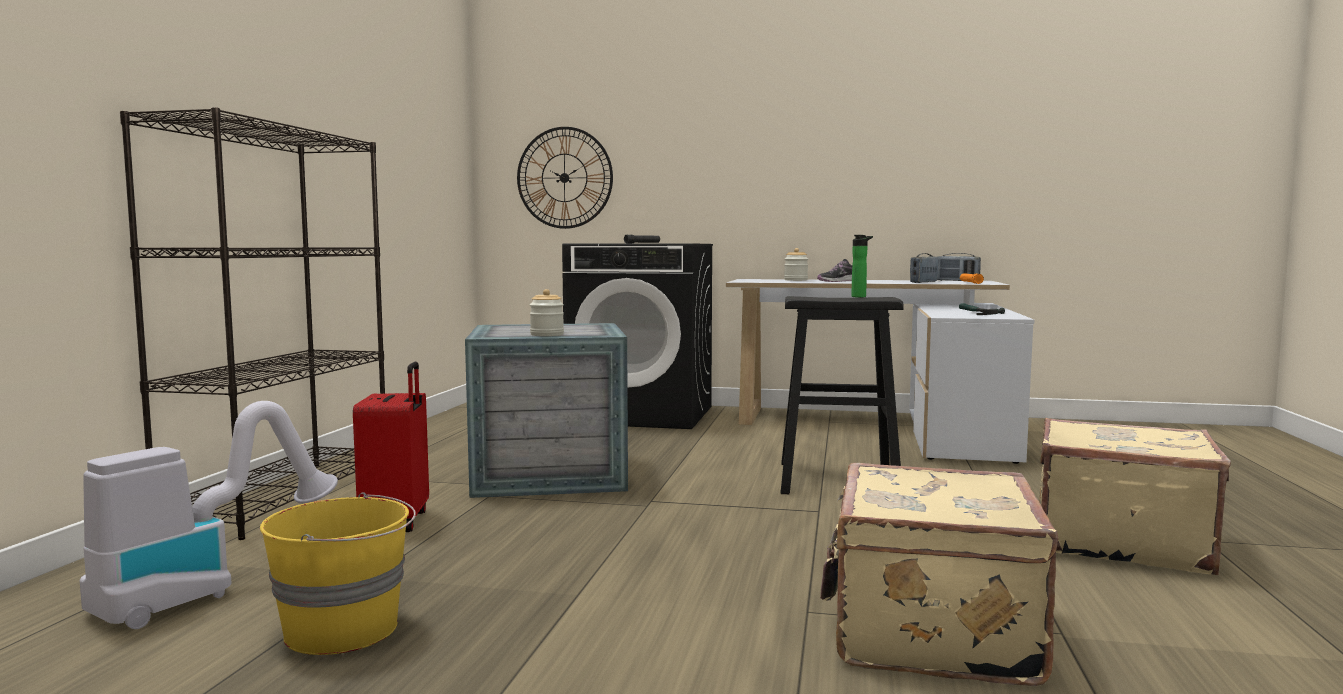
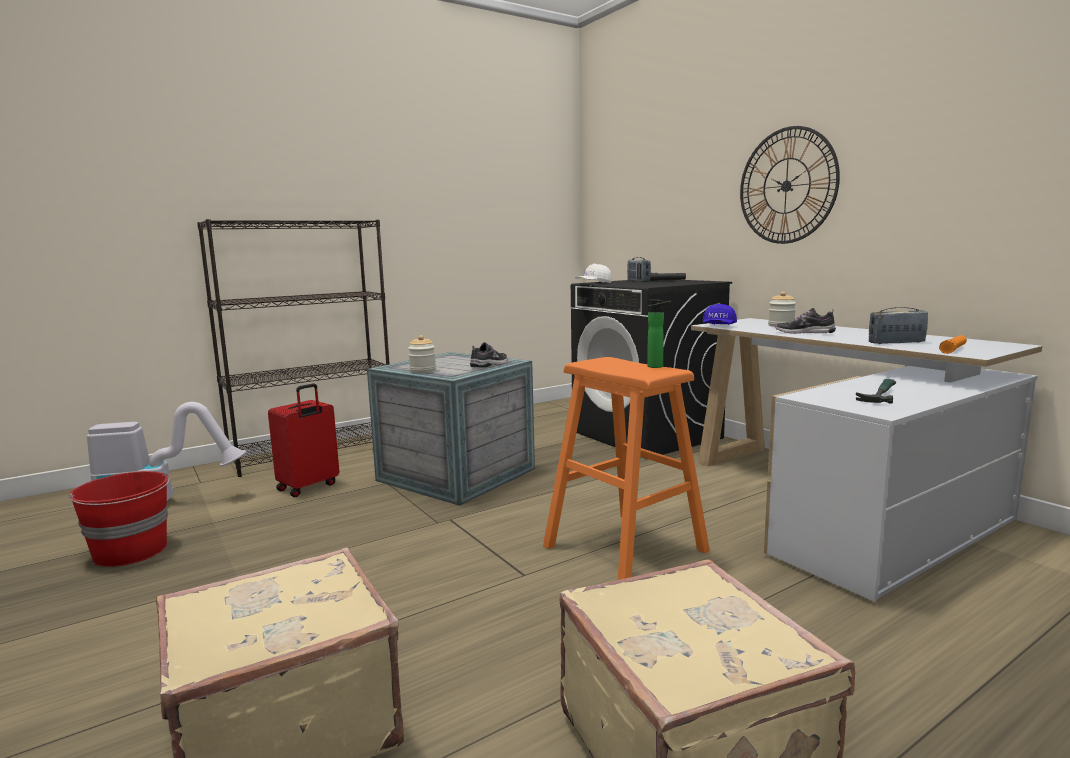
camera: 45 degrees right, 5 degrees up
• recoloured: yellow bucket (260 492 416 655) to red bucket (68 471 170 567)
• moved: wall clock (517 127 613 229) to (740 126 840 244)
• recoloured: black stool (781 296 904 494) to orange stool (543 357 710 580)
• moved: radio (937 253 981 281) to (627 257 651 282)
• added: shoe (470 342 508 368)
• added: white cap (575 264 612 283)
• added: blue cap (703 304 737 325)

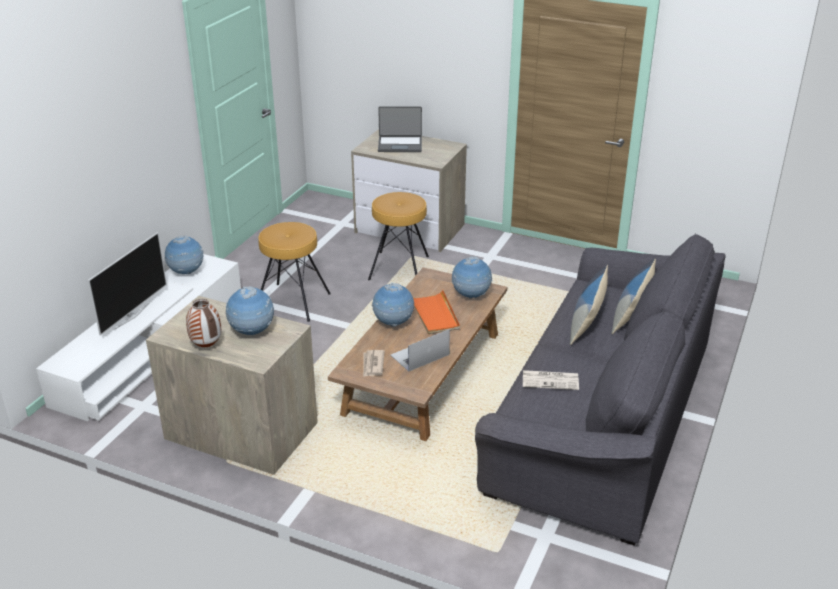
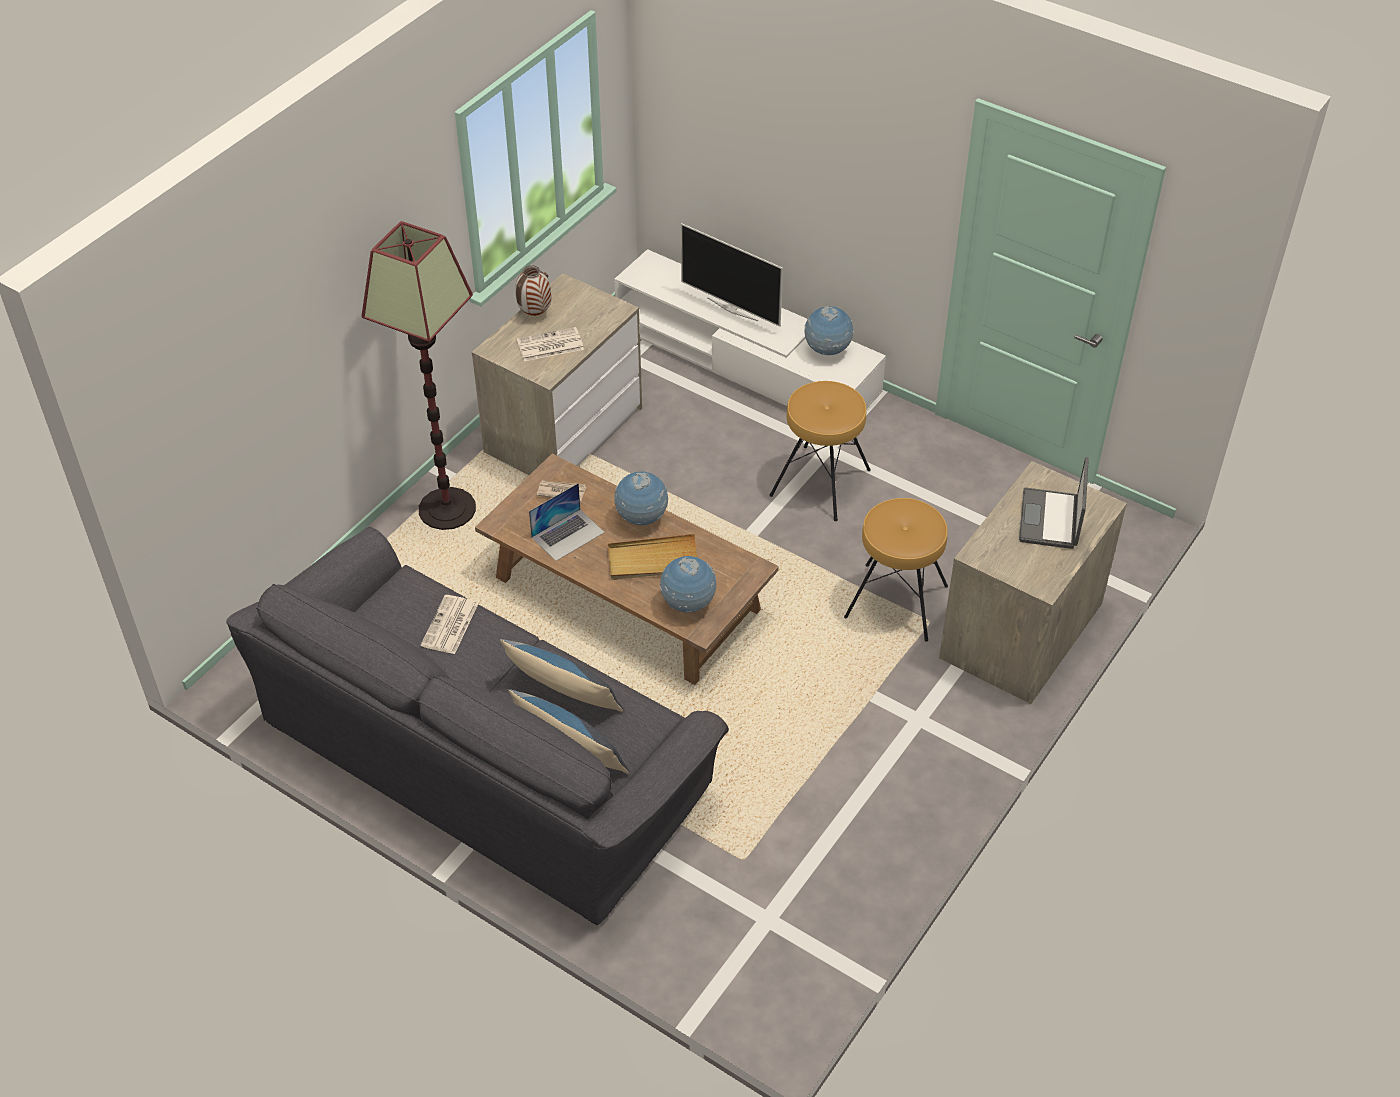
camera: 100 degrees right, 15 degrees up
• replaced: globe (226 286 274 335) to newspaper (517 327 584 361)
• turned: laptop (391 329 450 371) = (529 483 605 561) 75 degrees clockwise
• recoloured: orange tray (413 290 460 334) to beige tray (608 534 697 580)
• added: floor lamp (362 221 476 530)

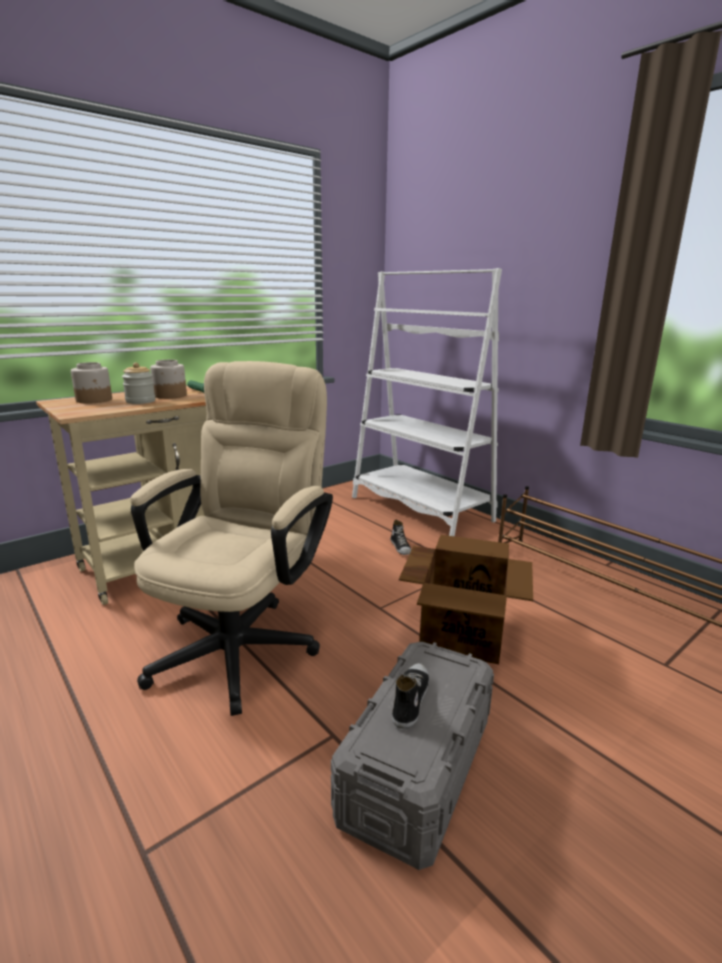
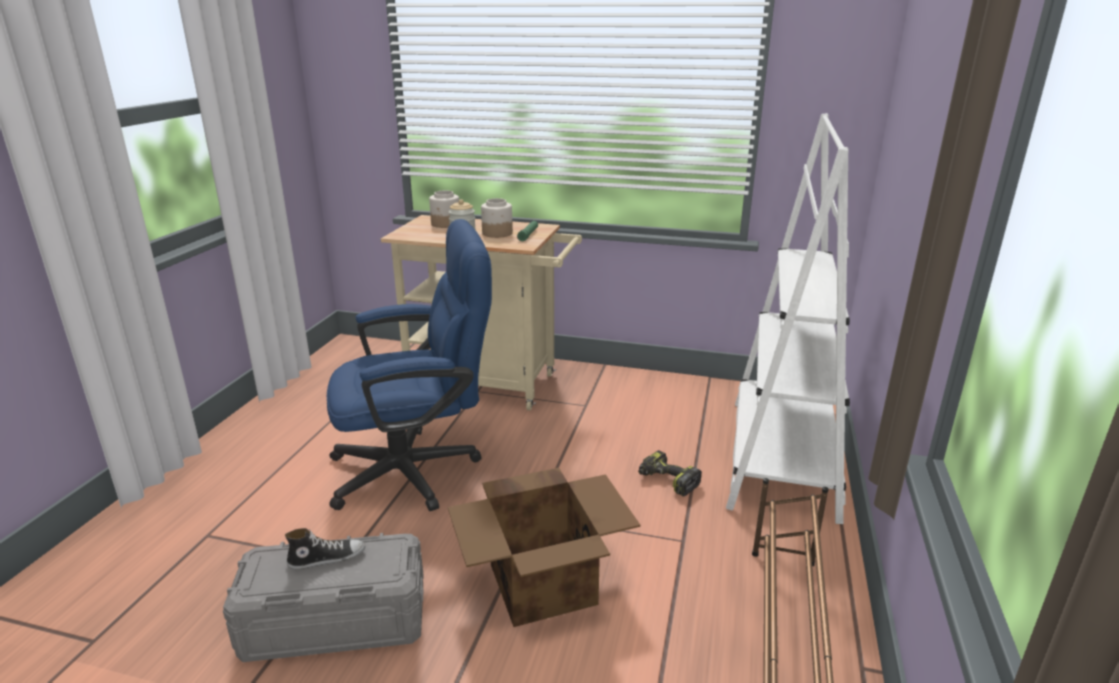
camera: 55 degrees right, 5 degrees up
• recoloured: beige office chair (131 361 333 716) to blue office chair (327 219 492 511)
• replaced: shoe (390 520 412 555) to power drill (638 450 702 496)

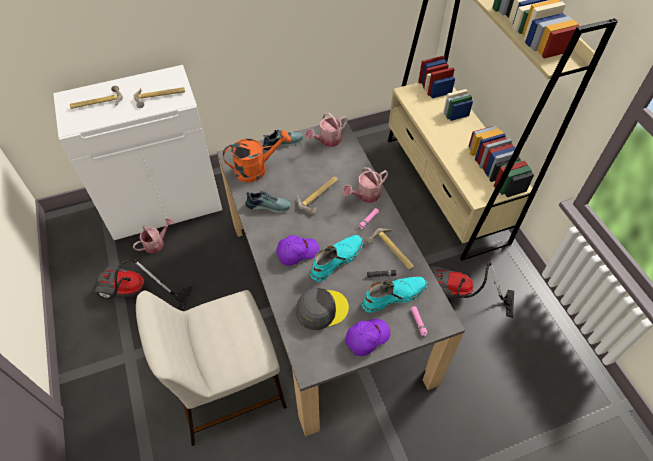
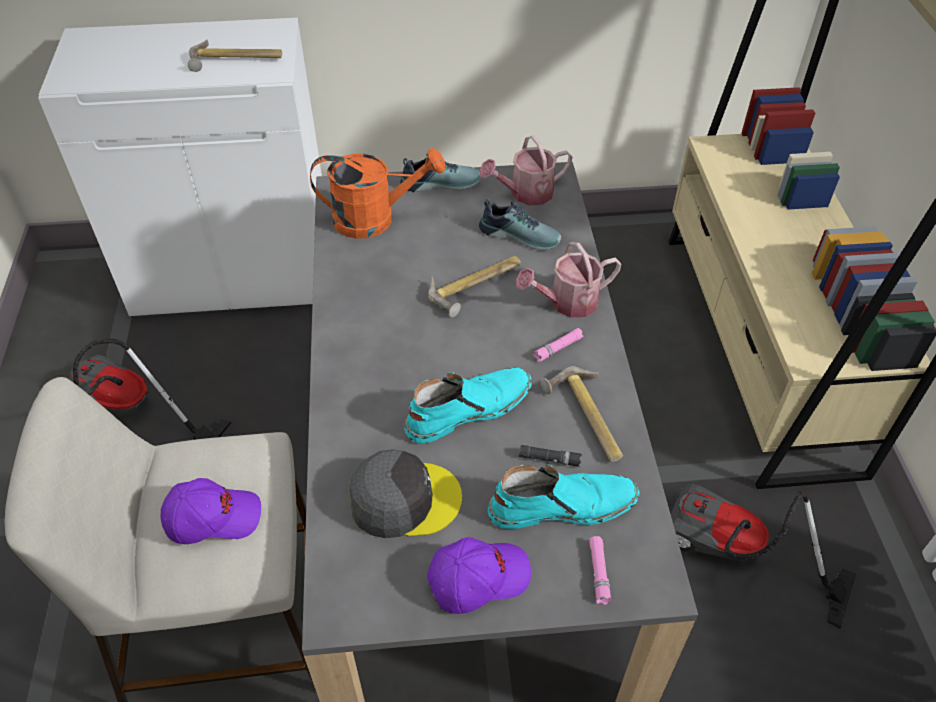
camera: 15 degrees right, 5 degrees down
• removed: hammer (70 85 123 109)
• removed: watering can (133 219 173 253)
• moved: shoe (246 191 291 213) to (479 199 561 250)
• moved: purple cap (276 235 319 266) to (160 478 261 544)

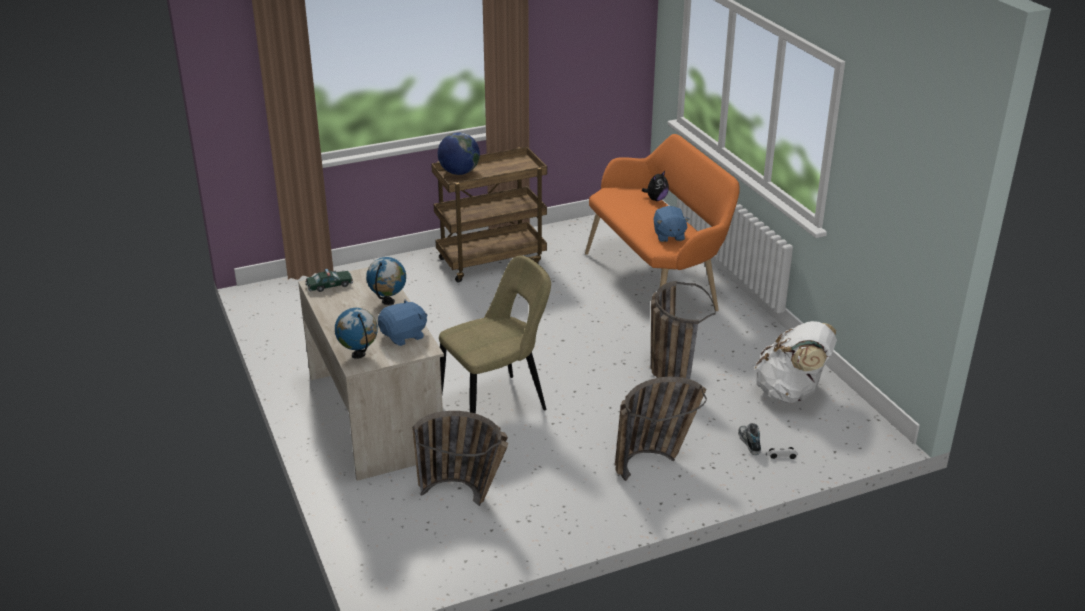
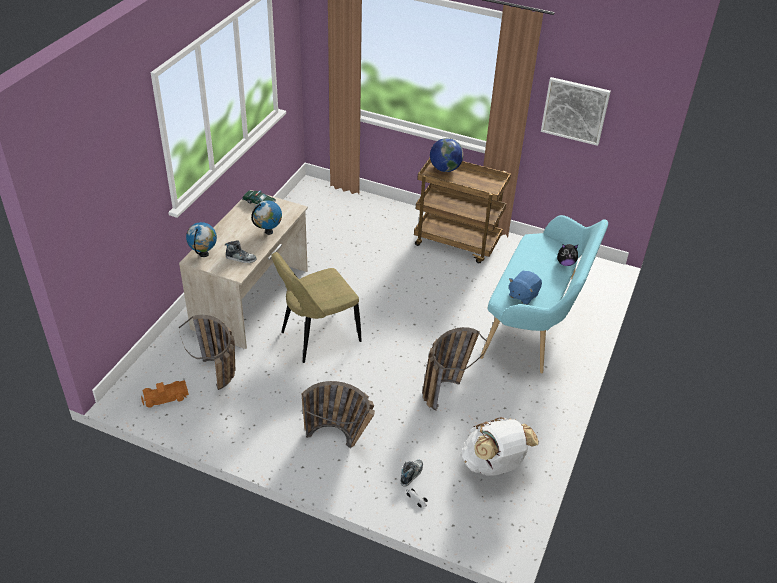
camera: 45 degrees right, 10 degrees up
• replaced: blue plush toy (378 299 427 346) to shoe (225 241 257 263)
• turned: beige chair (439 256 551 414) = (271 252 362 363) 135 degrees clockwise
• recoloured: orange bench (585 134 740 311) to turquoise bench (480 215 608 373)
• added: toy truck (141 380 189 408)
• added: picture (541 77 611 146)

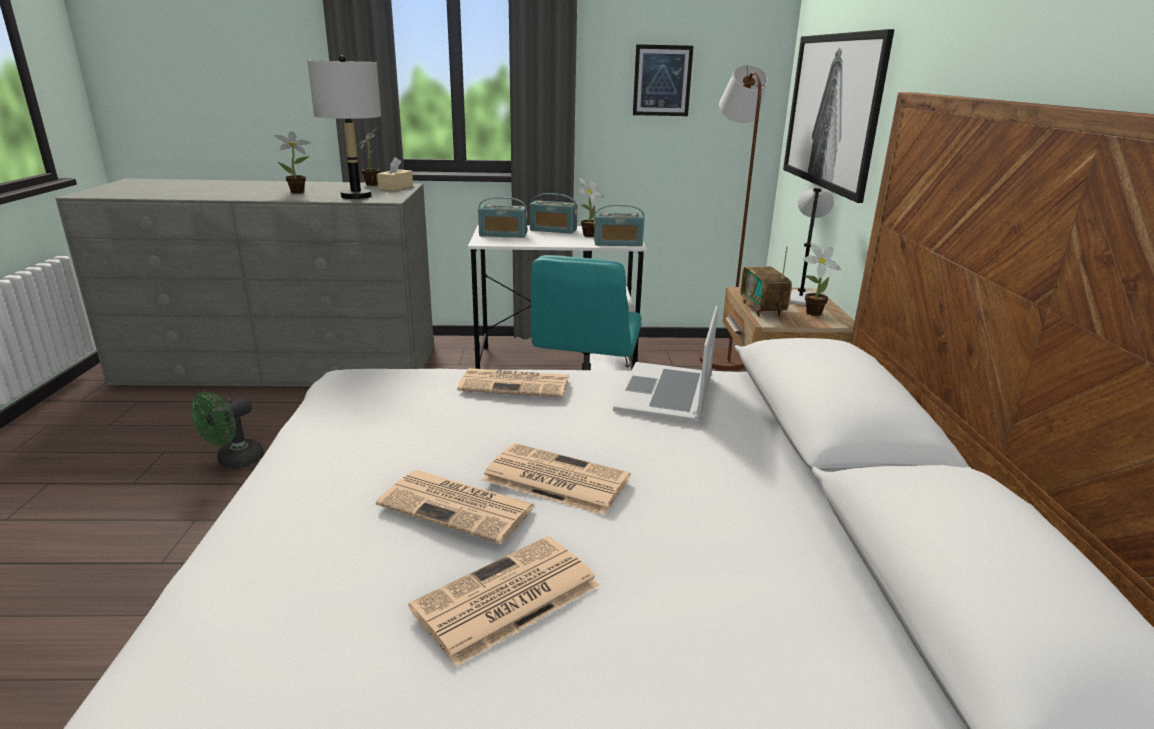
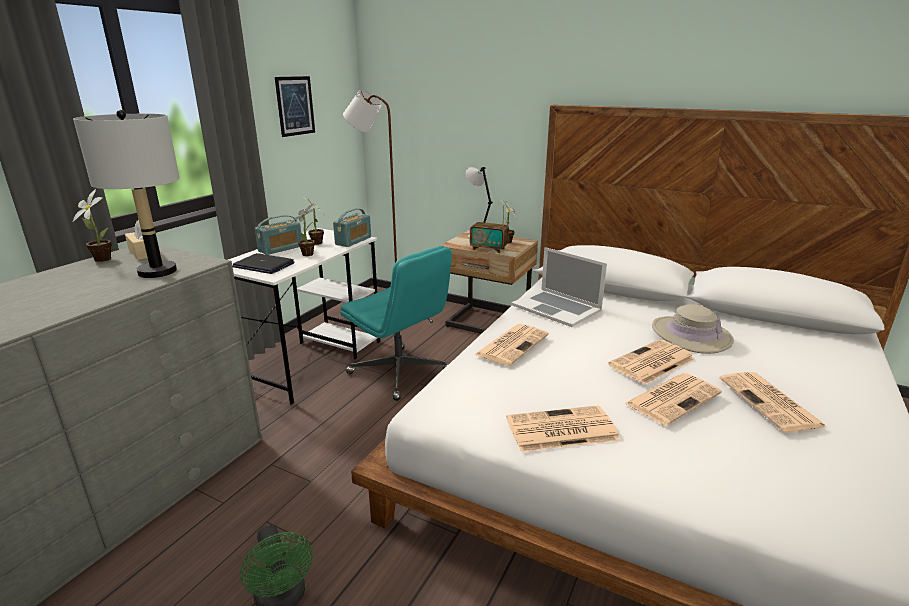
camera: 60 degrees left, 0 degrees up
• moved: potted plant (274 131 311 193) to (291 204 315 256)
• replaced: radio (478 197 527 238) to laptop (232 253 295 274)
• removed: picture (783 29 894 203)
• added: newspaper (506 405 620 452)
• added: beige hat (652 304 734 354)

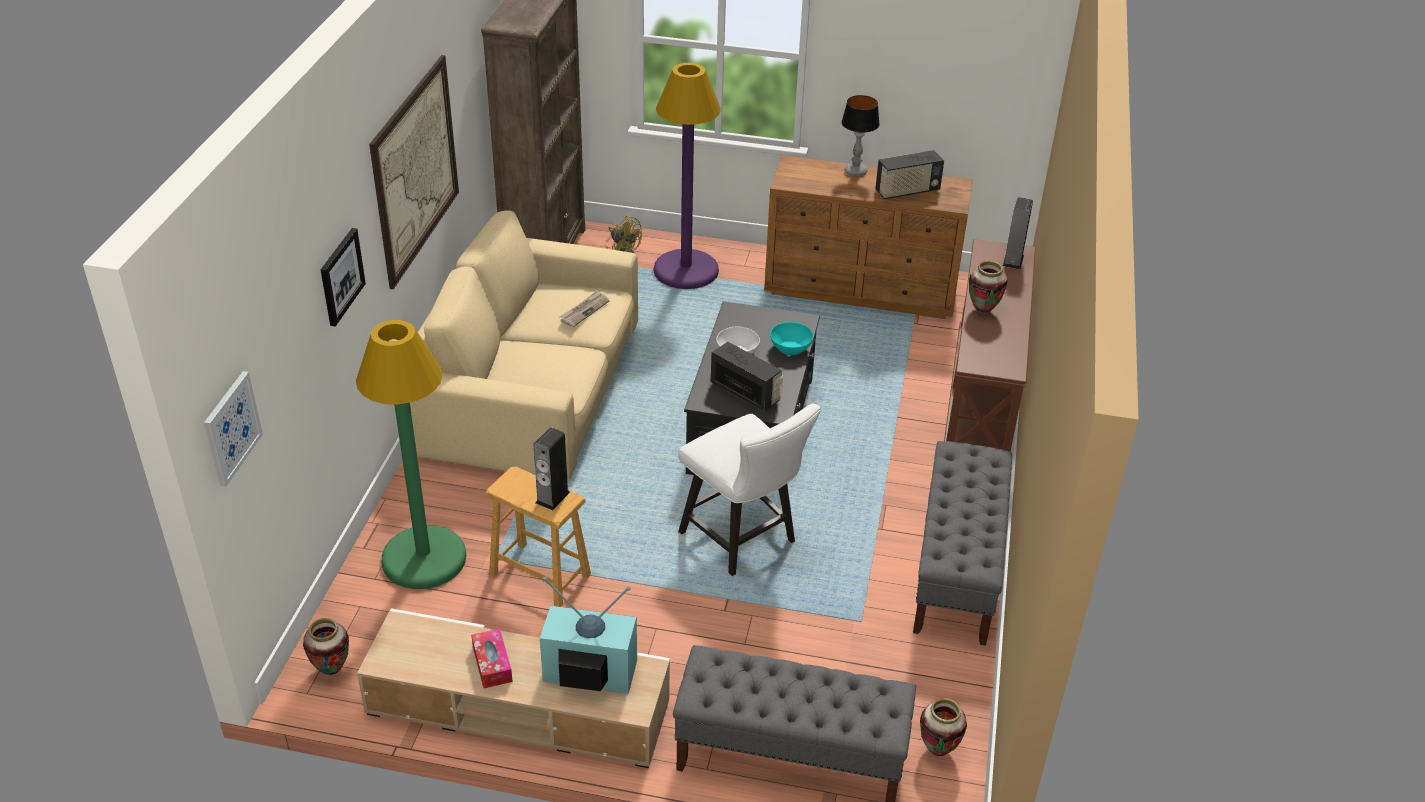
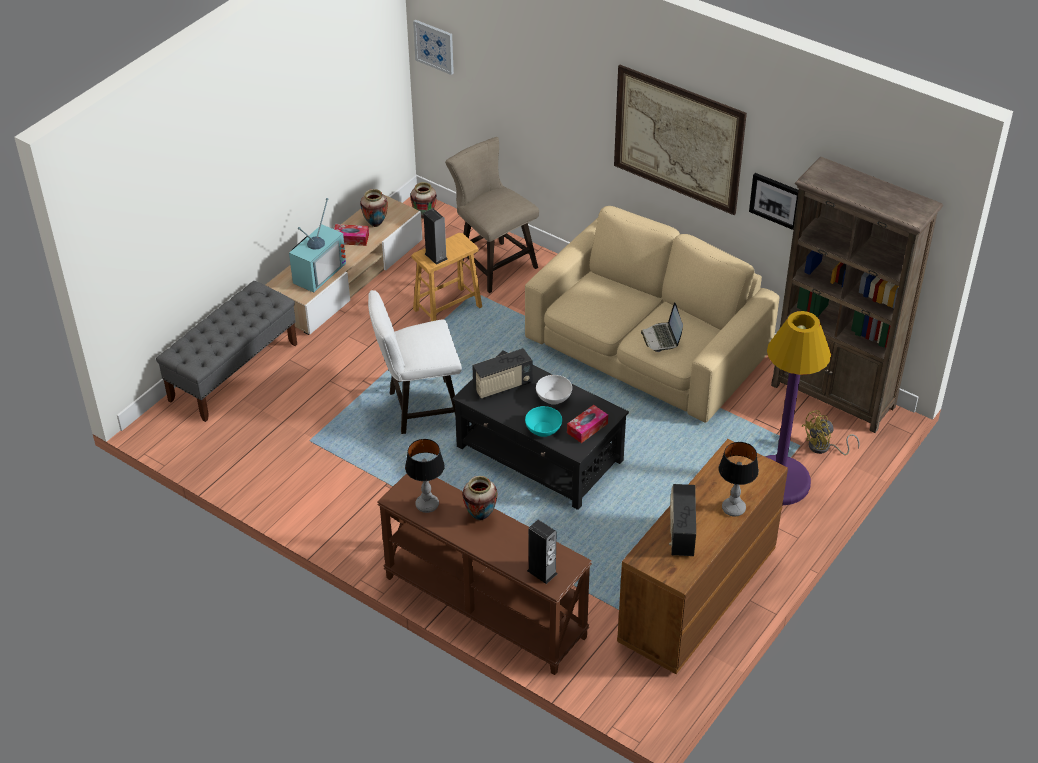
camera: 115 degrees right, 5 degrees up
• moved: picture (321 228 366 327) to (749 173 798 230)
• replaced: green floor lamp (356 320 466 589) to beige stool (445 137 539 293)
• replaced: newspaper (560 290 610 327) to laptop (641 302 683 352)
• removed: grey bench (913 441 1012 646)
• moved: vase (920 698 967 756) to (360 189 388 227)
• added: table lamp (405 439 445 513)
• added: tissue box (567 405 608 443)

